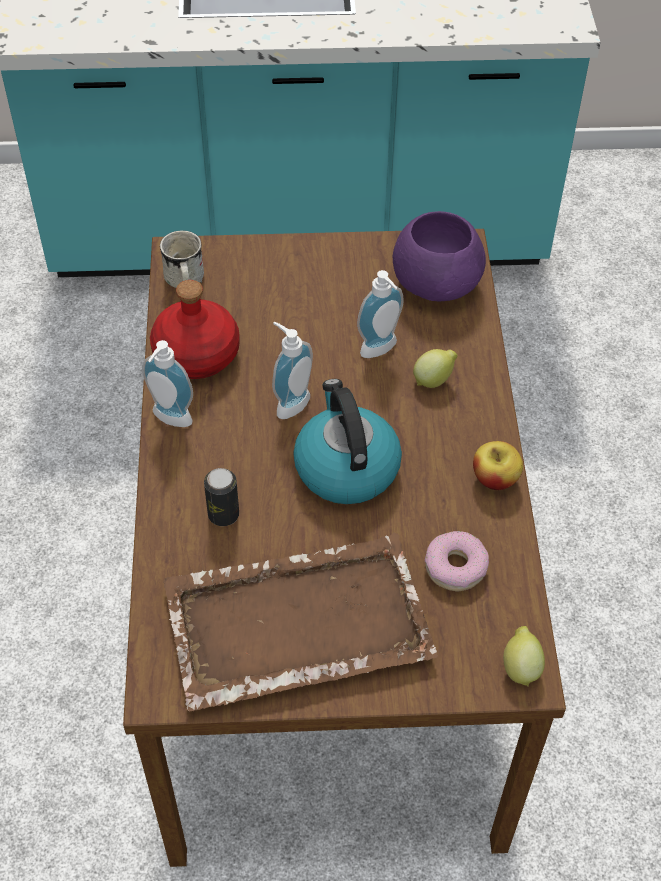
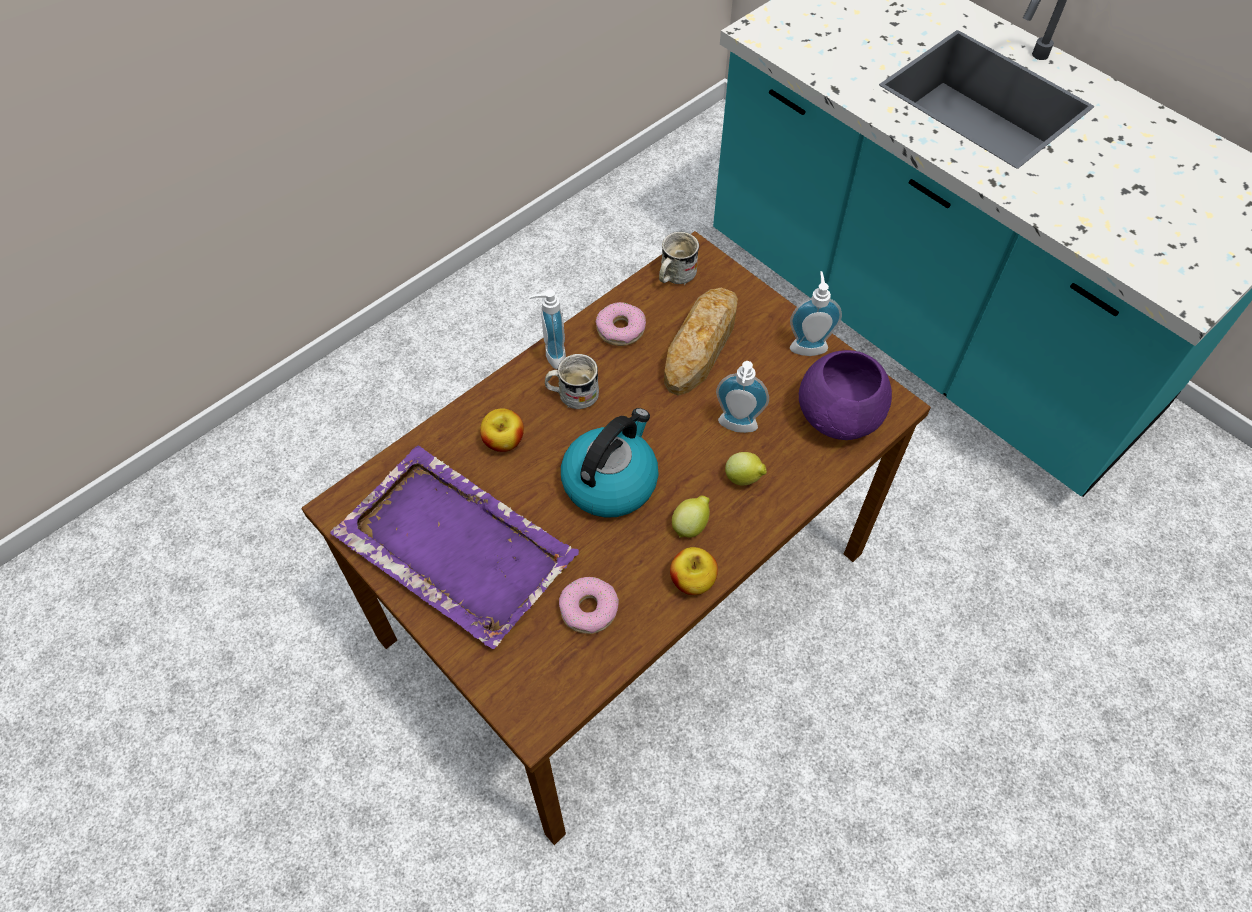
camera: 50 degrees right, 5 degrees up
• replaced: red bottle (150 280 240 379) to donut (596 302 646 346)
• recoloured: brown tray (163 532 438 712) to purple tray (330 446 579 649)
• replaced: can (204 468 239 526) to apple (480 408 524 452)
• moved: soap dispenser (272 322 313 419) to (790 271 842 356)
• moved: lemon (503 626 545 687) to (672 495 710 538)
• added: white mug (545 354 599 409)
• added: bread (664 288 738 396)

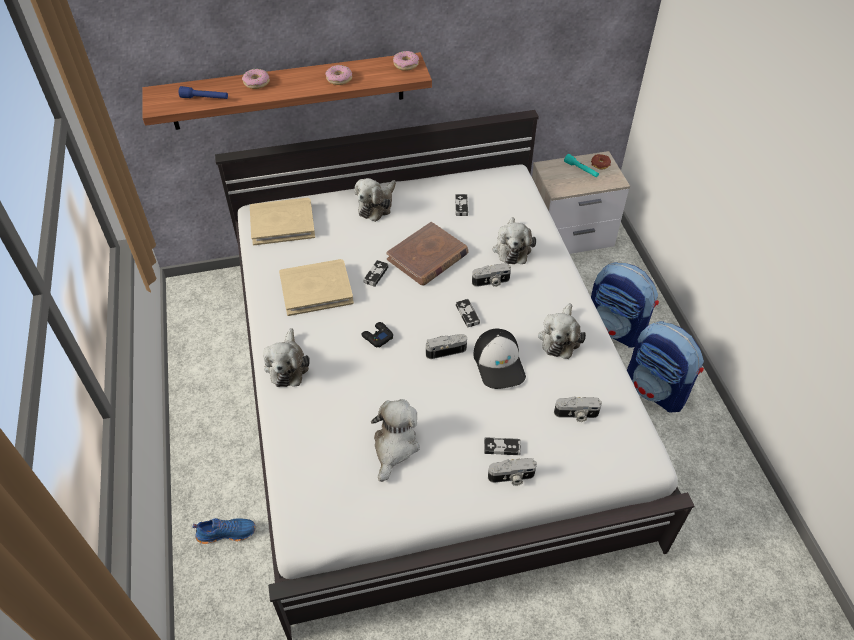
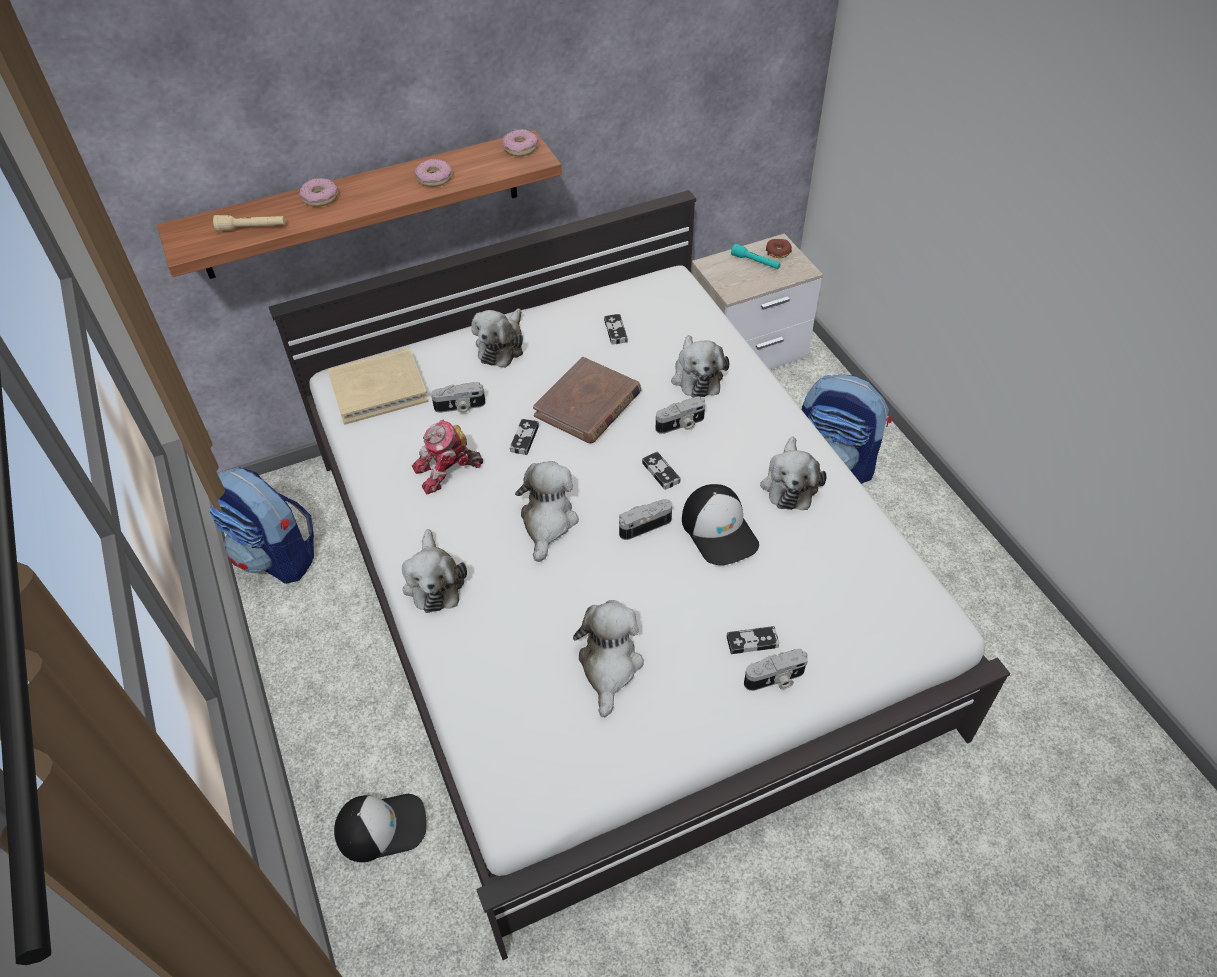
camera: 10 degrees left, 0 degrees up
• recoloured: blue flashlight (179 86 228 99) to beige flashlight (213 215 285 232)
• replaced: blue shoe (193 518 256 544) to cap (334 794 427 862)
• replaced: beige book (279 259 354 316) to toy robot (412 419 483 495)
• replaced: black game controller (361 322 393 347) to plush toy (515 461 579 562)
• moved: photo camera (554 396 602 422) to (431 382 486 413)
• moved: backpack (627 321 704 413) to (209 467 314 584)

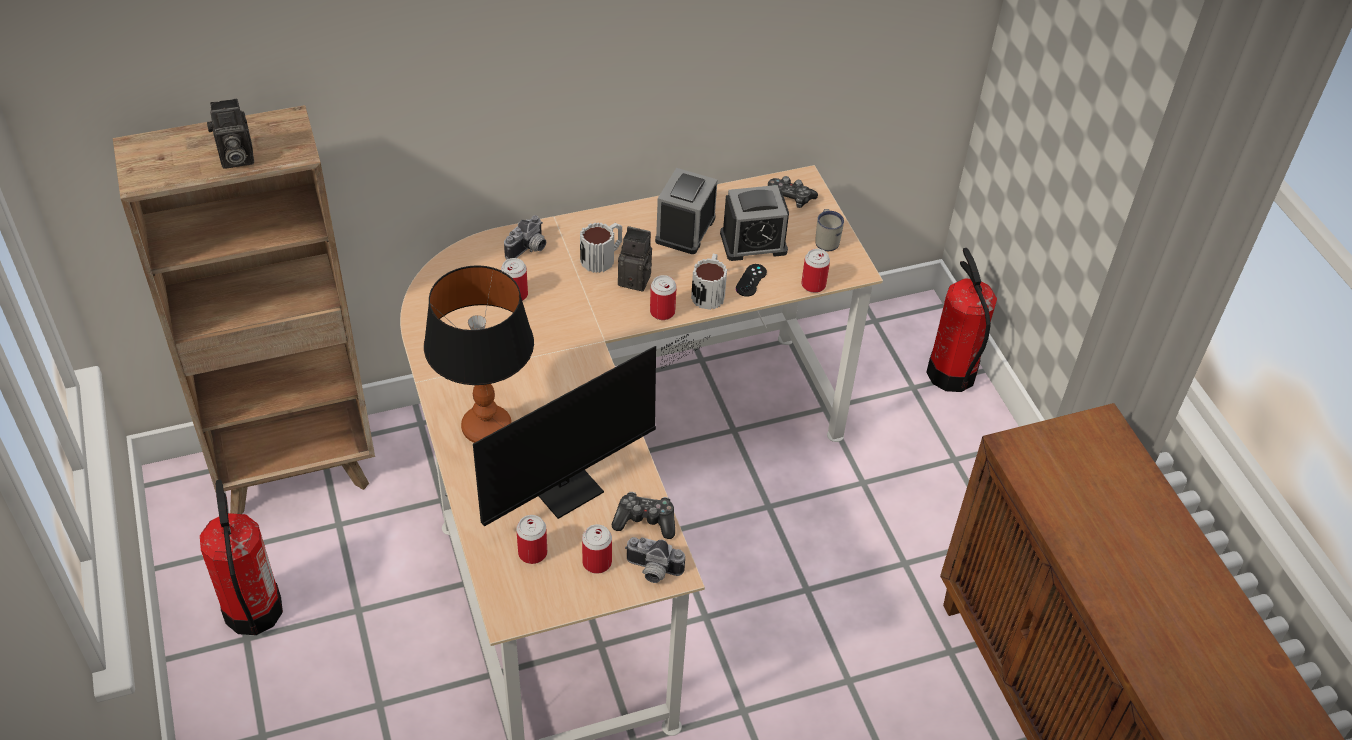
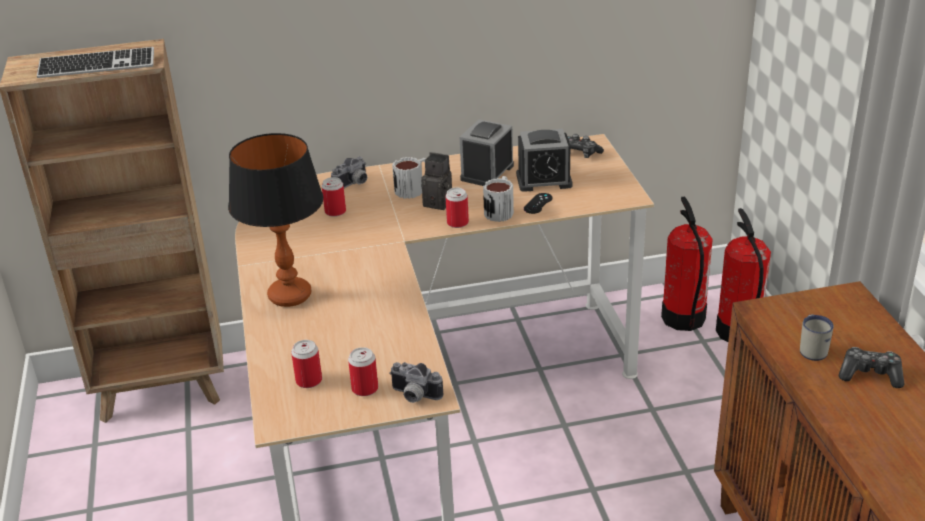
camera: 10 degrees right, 15 degrees down
• moved: fire extinguisher (200 480 283 635) to (661 197 713 331)
• replaced: photo camera (207 98 254 168) to keyboard (37 47 154 78)
• removed: monitor (473 335 707 527)
• moved: game controller (612 492 675 539) to (839 347 905 388)
• removed: can (801 249 830 293)
• moved: white mug (815 209 844 251) to (800 314 834 361)

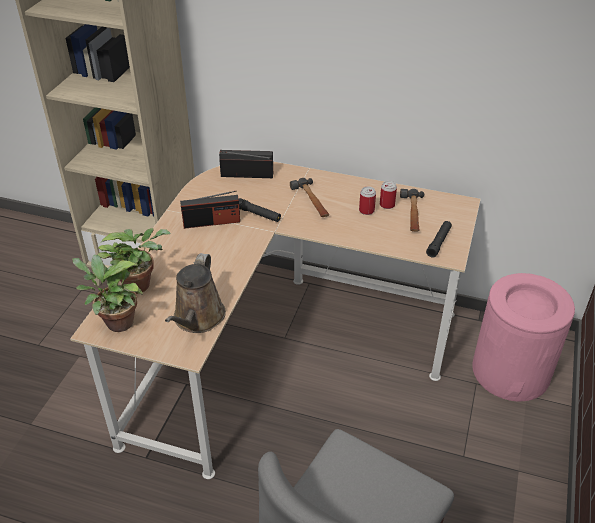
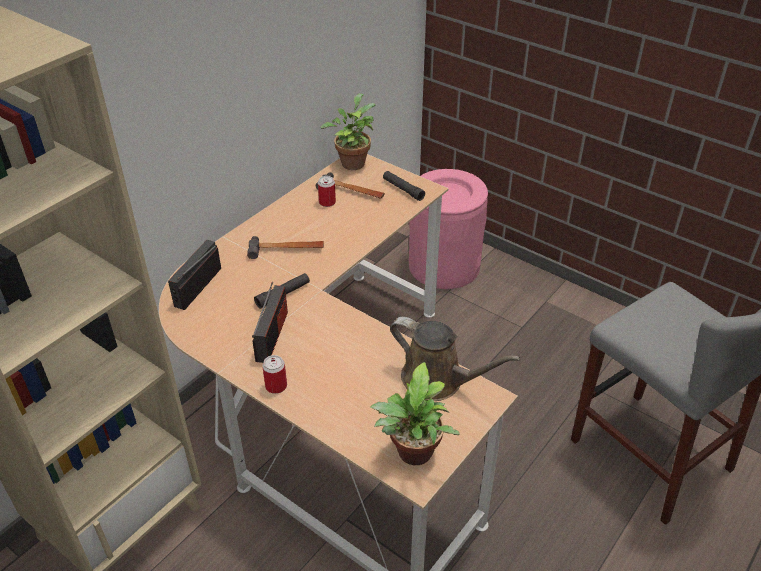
camera: 70 degrees left, 0 degrees up
• moved: potted plant (97 228 171 294) to (320 94 375 170)
• moved: can (359 186 376 215) to (262 355 287 394)

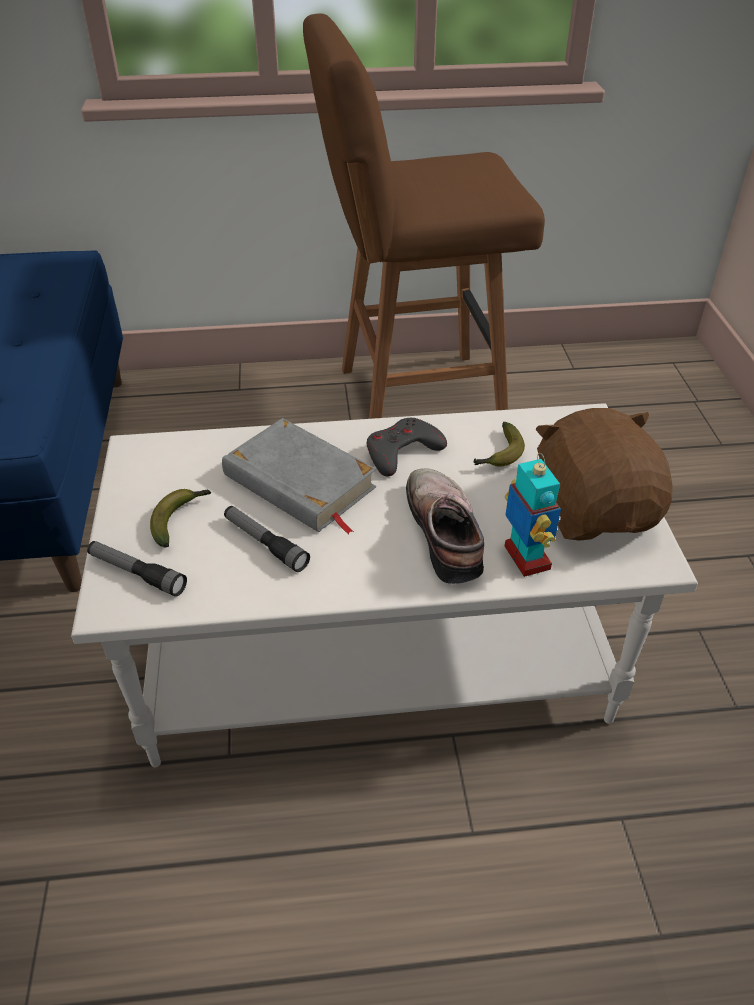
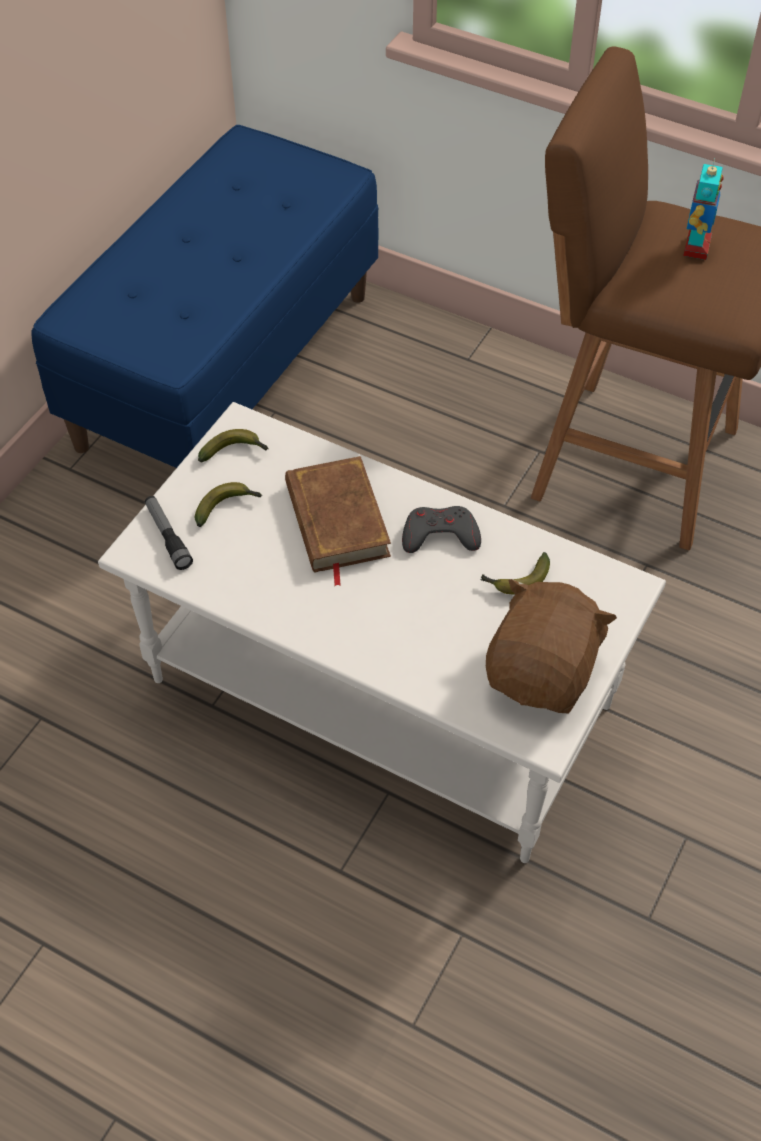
camera: 35 degrees right, 10 degrees up
• recoloured: grey book (222 418 376 534) to brown book (285 456 391 586)
• removed: flashlight (224 506 310 572)
• removed: shoe (406 468 484 584)
• moved: toy robot (505 453 561 577) to (683 158 724 260)
• added: banana (198 429 268 463)

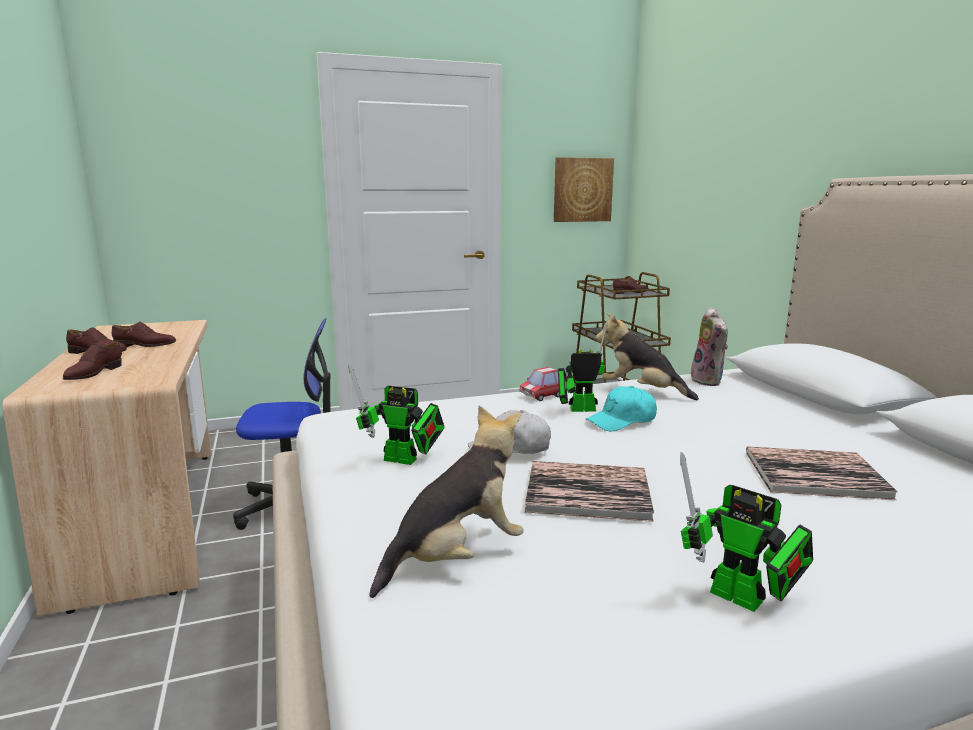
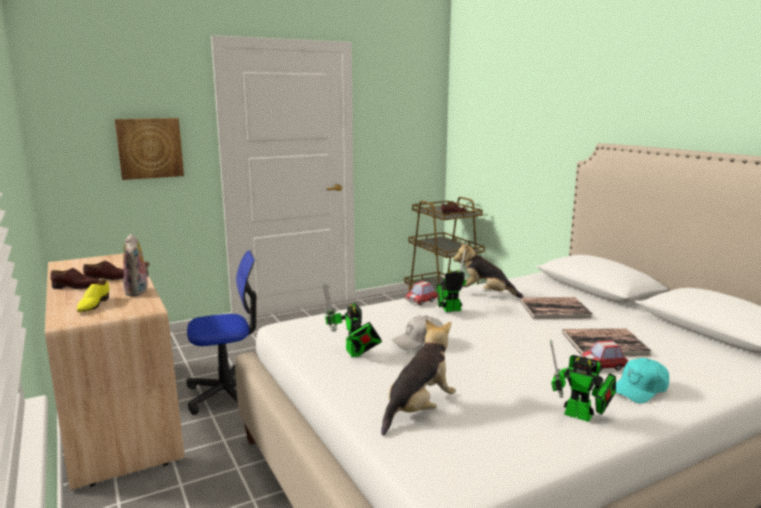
camera: 10 degrees left, 0 degrees up
• recoloured: brown shoe (63 342 122 380) to yellow shoe (77 280 110 312)
• turned: toy robot (349 364 444 465) = (323 284 382 357) 60 degrees clockwise
• moved: book (525 461 654 522) to (520 297 592 319)
• moved: picture (554 157 614 222) to (115 118 184 180)
• moved: turquoise cap (586 386 657 431) to (616 358 669 404)
• moved: plush toy (691 307 728 386) to (123 234 150 296)
• added: toy car (582 340 628 371)

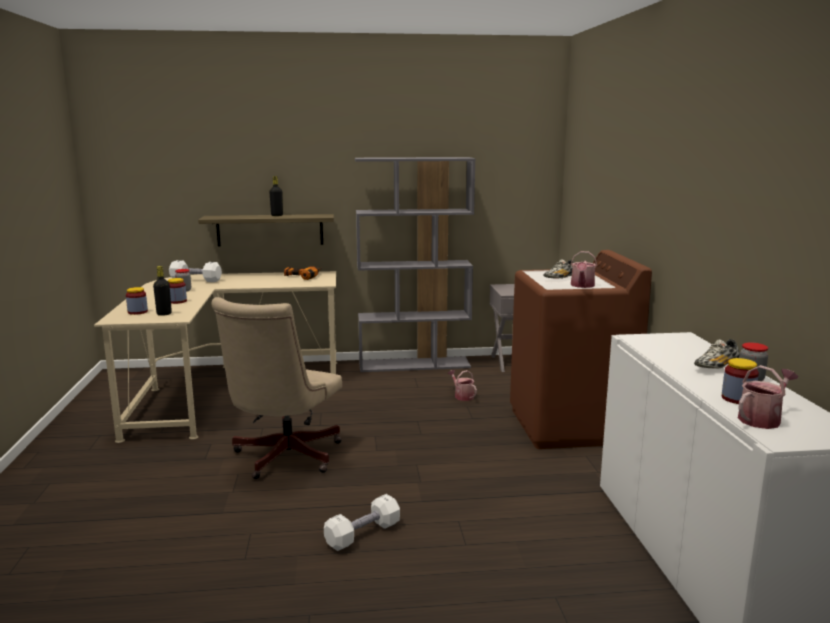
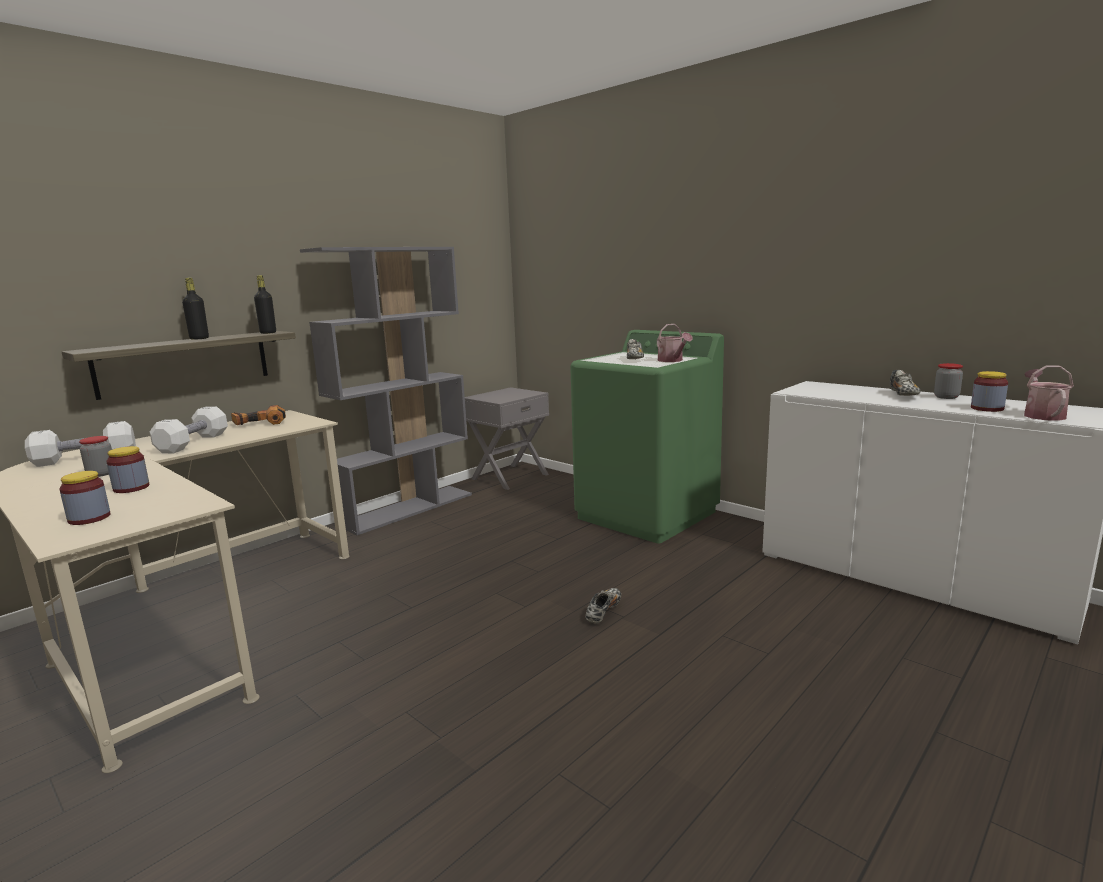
camera: 40 degrees left, 0 degrees up
• moved: black bottle (153 266 172 316) to (254 275 276 334)
• removed: beige office chair (211 297 342 479)
• moved: white dumbbell (324 494 400 551) to (150 406 228 453)
• removed: watering can (448 370 477 401)
• recoloured: brown washing machine (510 250 652 449) to green washing machine (570 330 724 544)
• added: shoe (586 588 621 624)

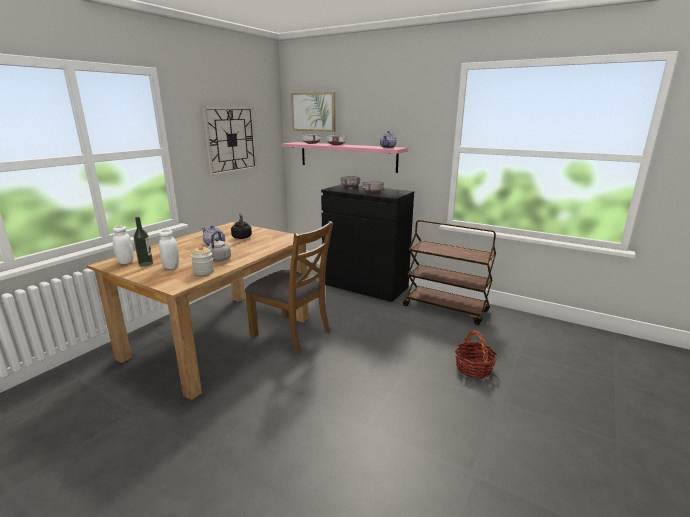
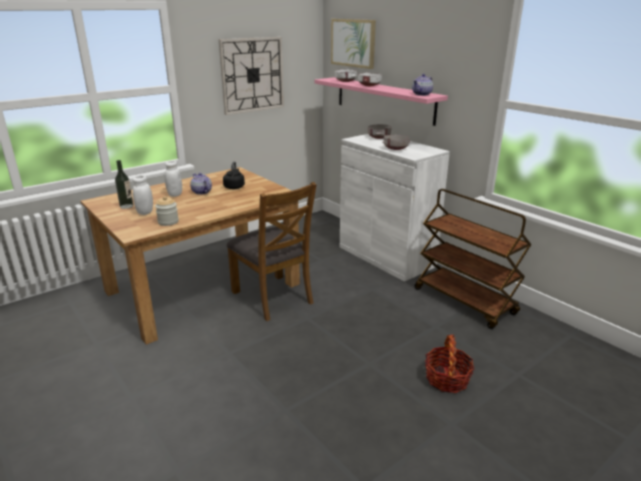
camera: 20 degrees right, 5 degrees up
• moved: white jar (113 226 134 264) to (165 161 182 197)
• removed: grey kettle (207 231 231 261)
• recoloured: black cabinet (321 184 414 302) to white cabinet (340 134 450 282)

